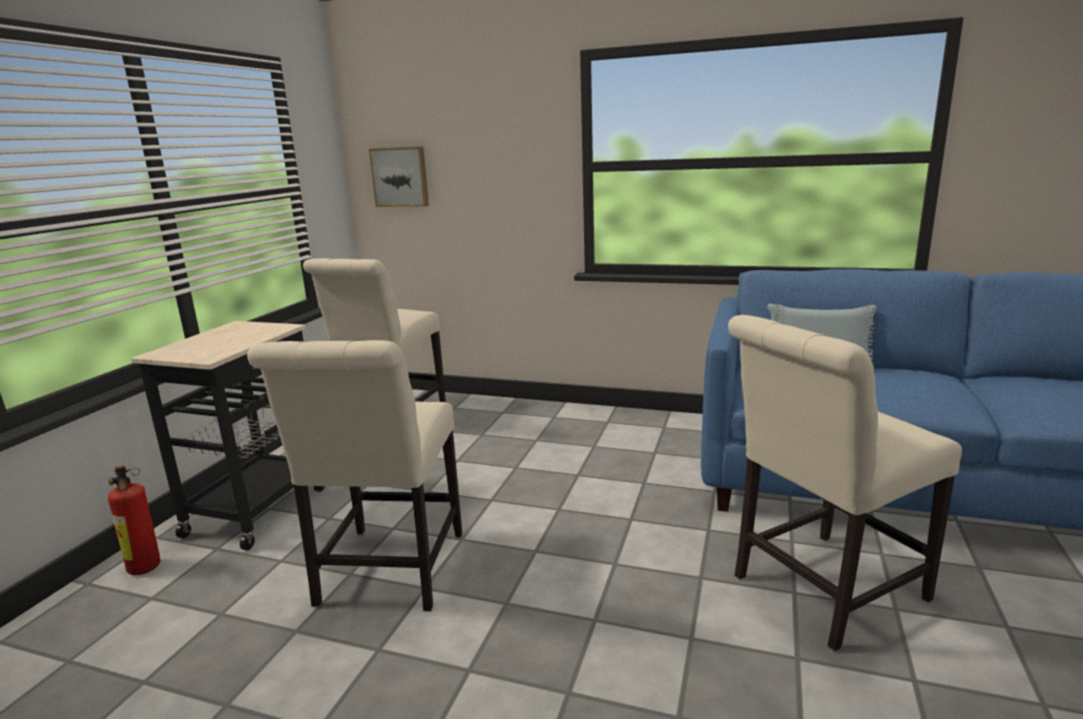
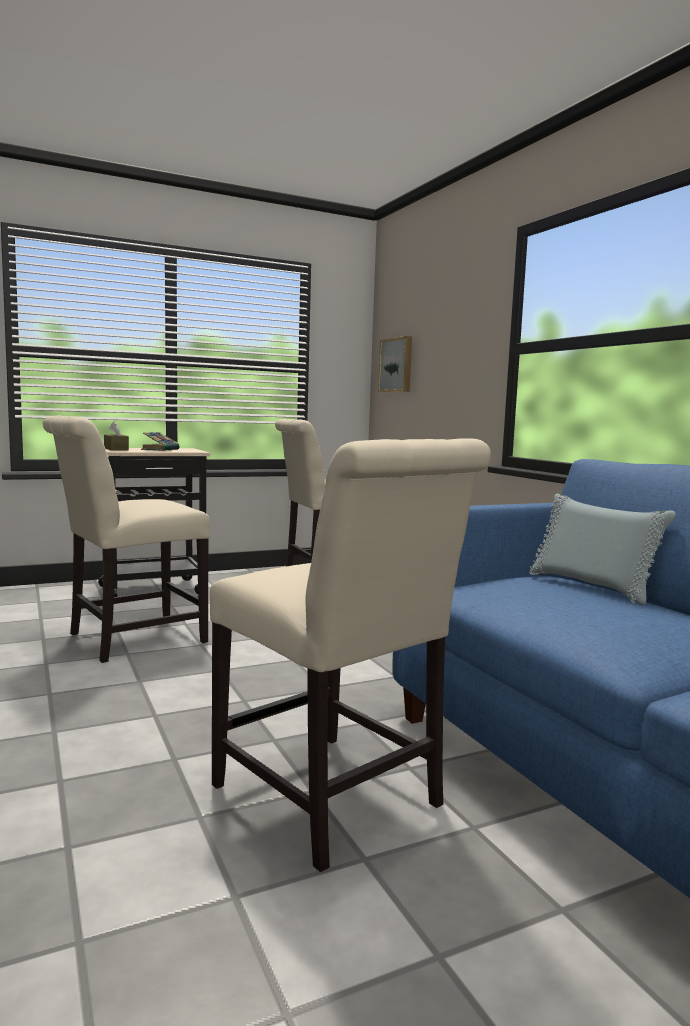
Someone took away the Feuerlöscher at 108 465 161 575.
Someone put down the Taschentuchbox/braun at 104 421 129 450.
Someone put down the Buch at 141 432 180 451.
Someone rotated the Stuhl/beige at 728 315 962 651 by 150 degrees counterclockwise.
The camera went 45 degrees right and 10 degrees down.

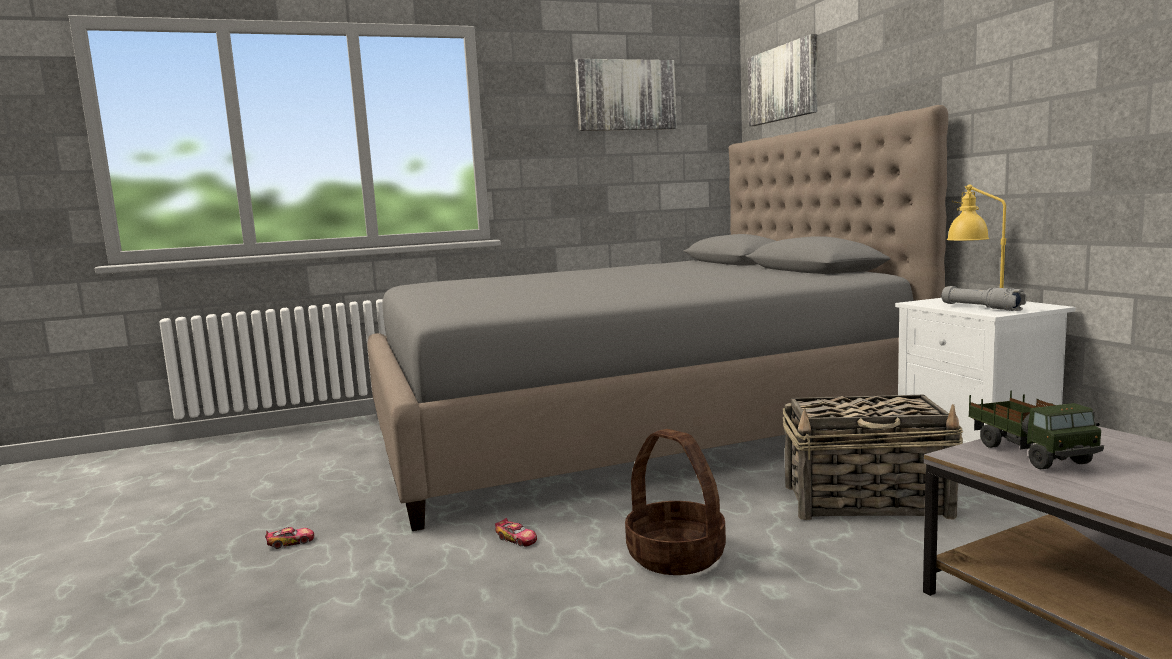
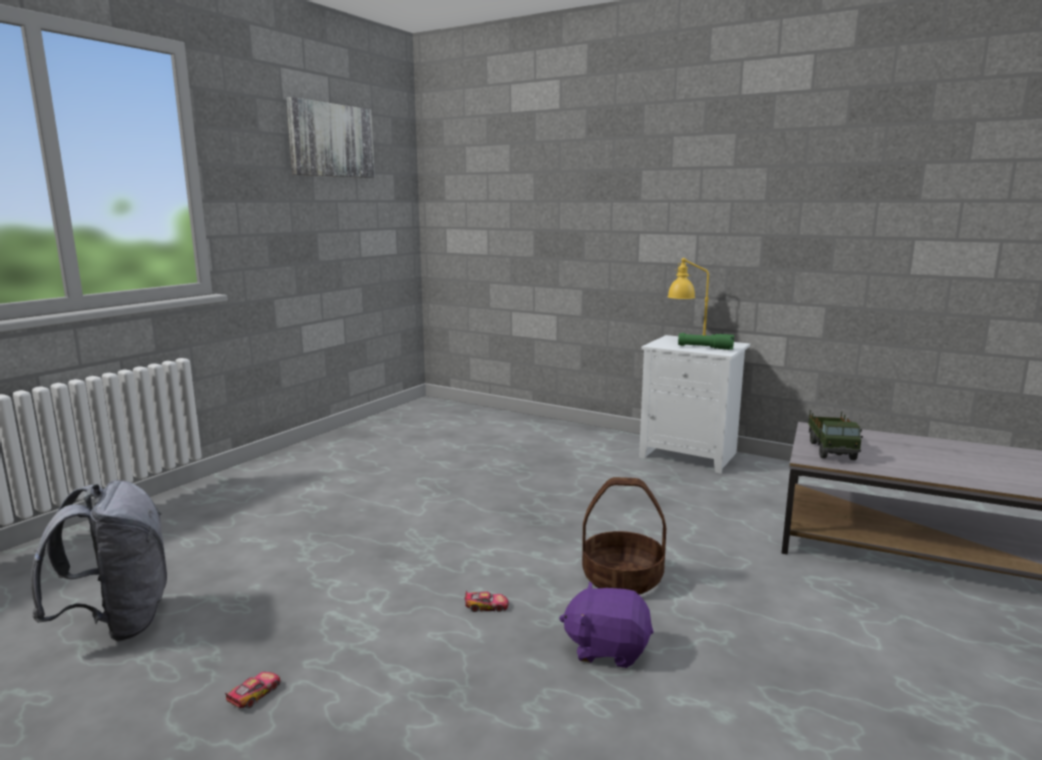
Someone took away the Bett/grau at 367 105 948 531.
Someone took away the Bild at 748 34 817 126.
Someone took away the Korb at 783 395 963 520.
Someone put down the Rucksack/grau at 31 480 167 642.
Someone put down the Plüschtier/lila at 559 581 654 668.
Someone repainted the Taschenlampe/grau at 942 286 1026 311, which became the Taschenlampe/grün at 678 333 734 350.
Someone rotated the Spielzeuglaster at 968 391 1104 469 by 60 degrees clockwise.
The camera went 40 degrees left and 5 degrees up.

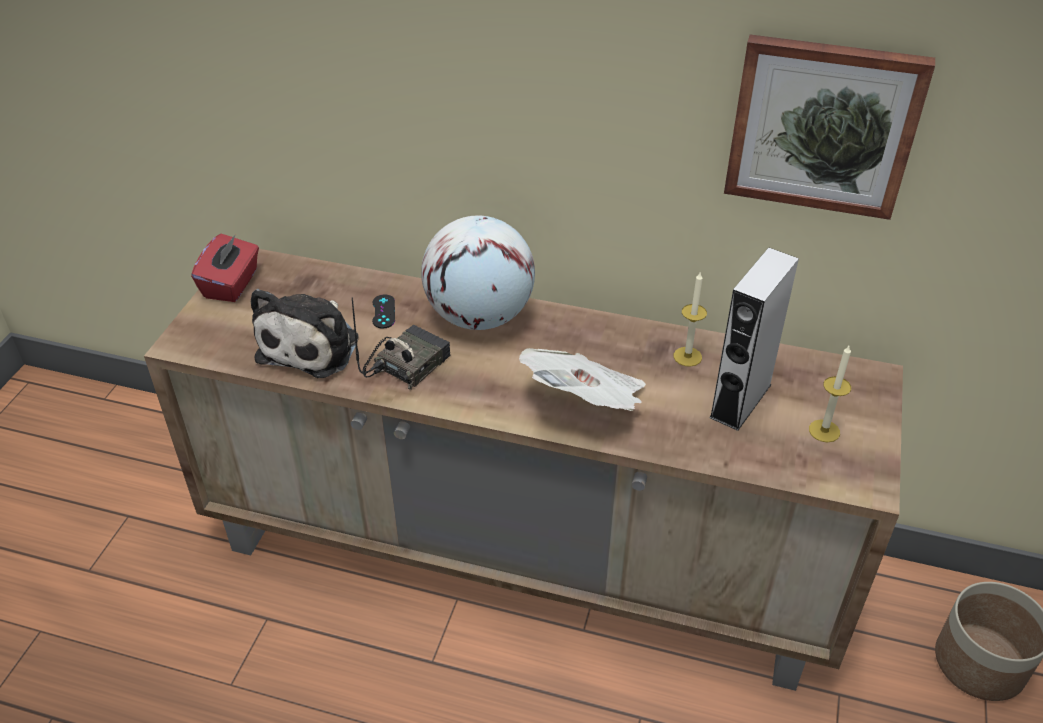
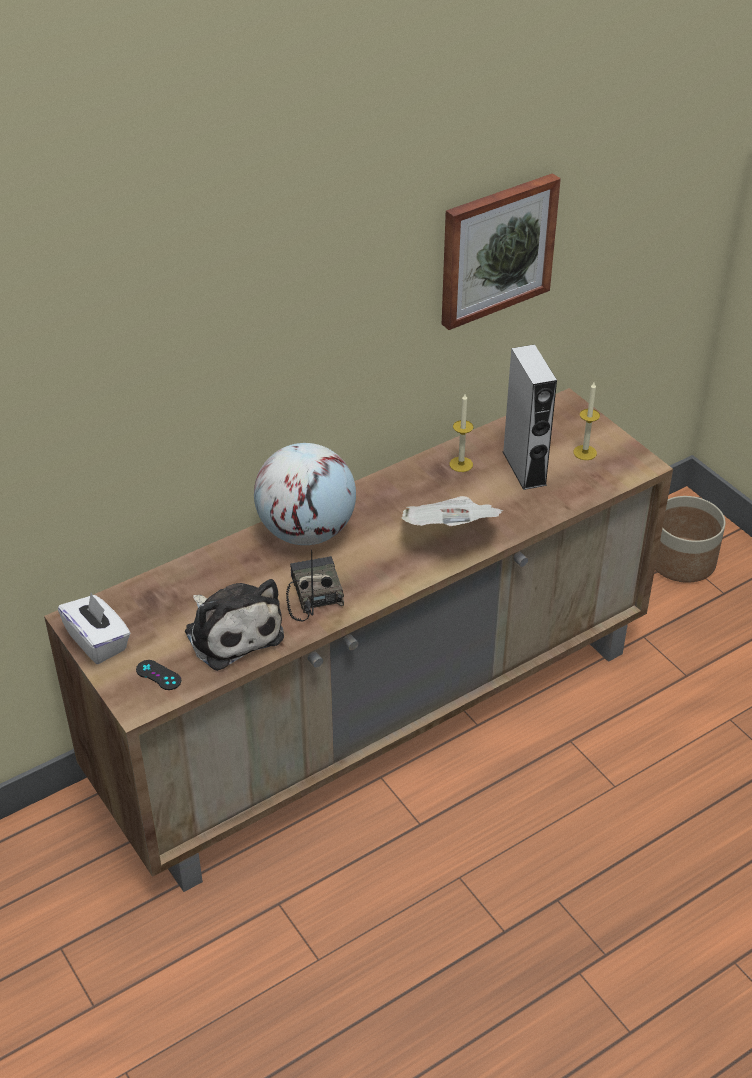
Someone carried the Gamepad/schwarz from 372 294 395 329 to 136 660 181 690.
Someone repainted the Taschentuchbox/rot at 191 234 259 302, which became the Taschentuchbox/weiß at 58 593 131 664.
The camera went 50 degrees left and 0 degrees up.

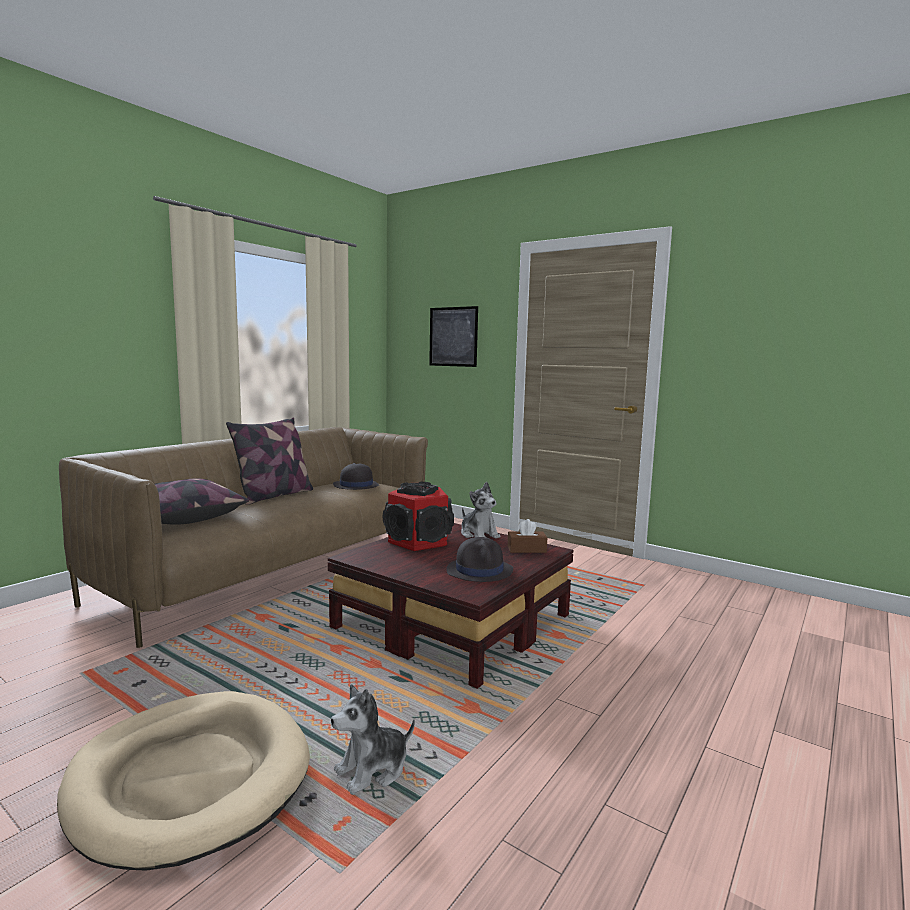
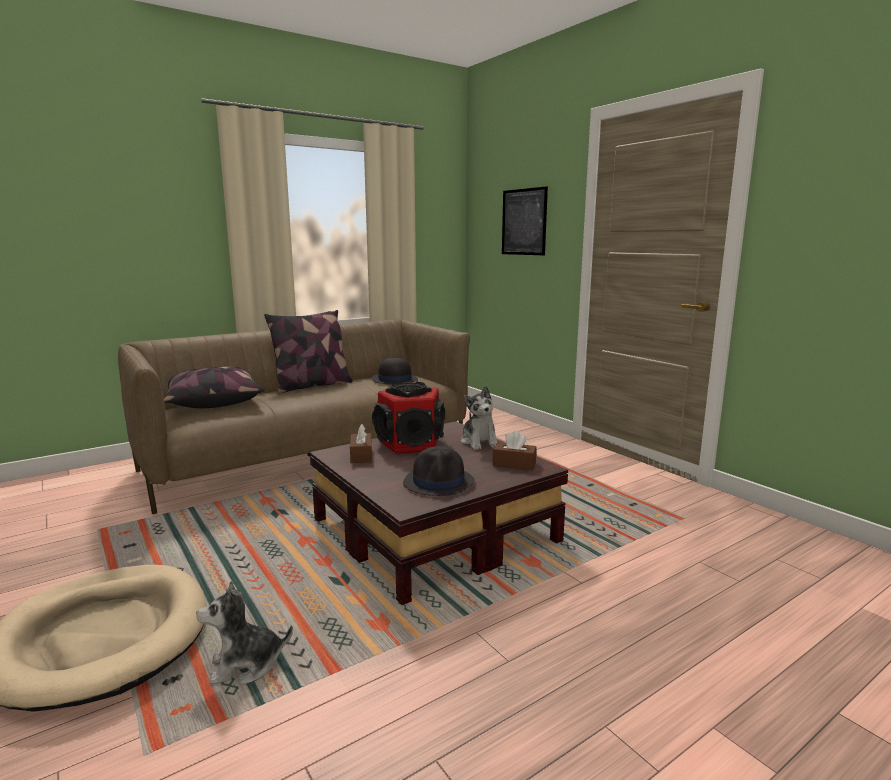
Someone put down the Taschentuchbox/braun at 350 424 372 463.
The camera went 20 degrees right and 5 degrees up.

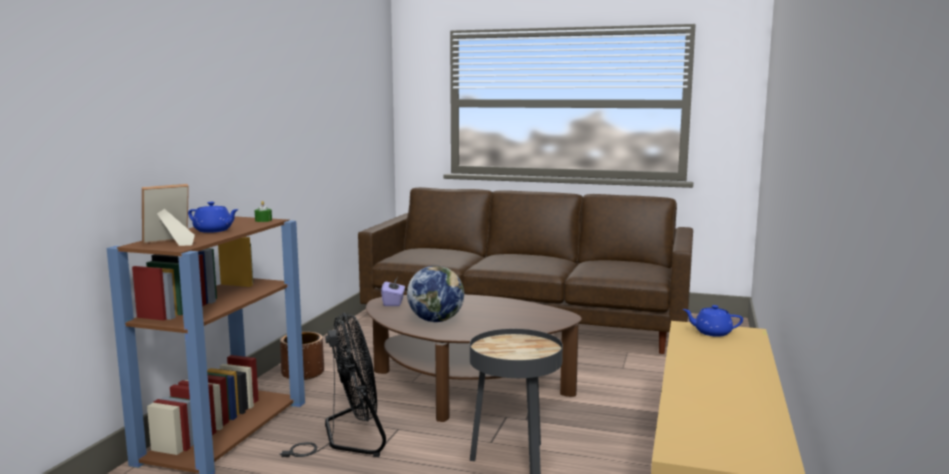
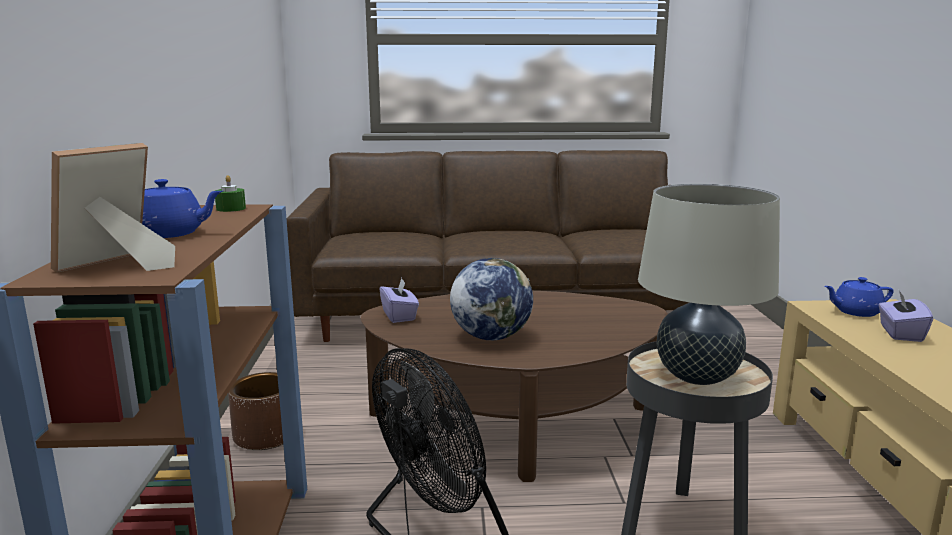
Someone put down the Tischlampe/beige at 638 184 780 385.
Someone put down the Taschentuchbox/lila at 879 291 933 342.
The camera went 20 degrees left and 5 degrees up.

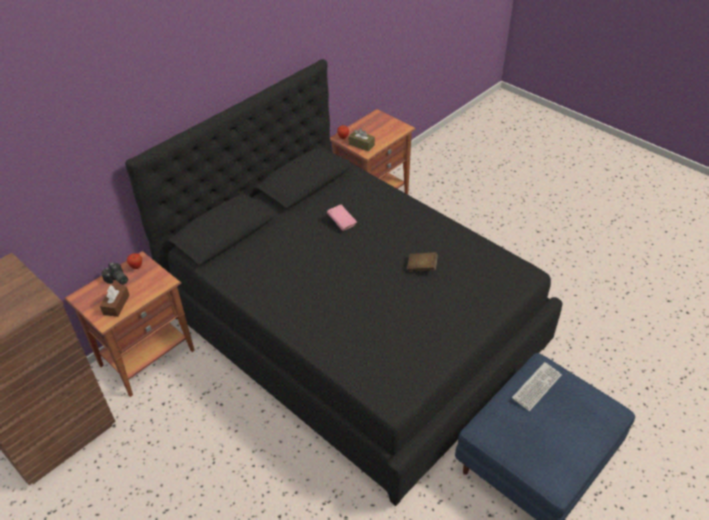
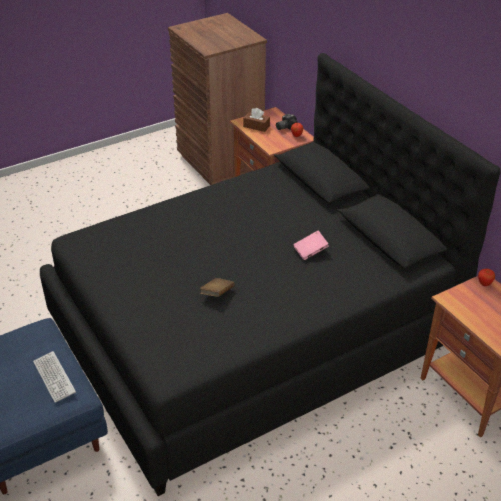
Someone took away the Taschentuchbox/braun at 349 128 375 151.
The camera went 105 degrees right and 5 degrees down.

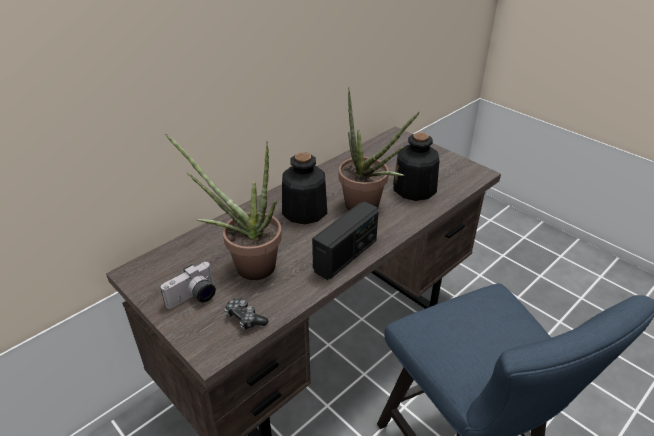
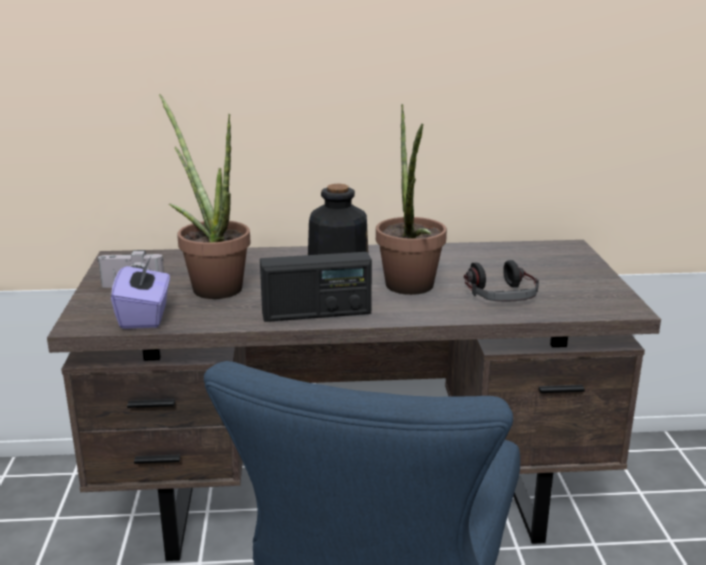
Someone swapped the Gamepad at 225 299 268 330 for the Taschentuchbox/lila at 111 257 170 329.
Someone swapped the Flasche at 393 132 440 201 for the Kopfhörer at 464 260 539 302.
The camera went 40 degrees right and 15 degrees down.

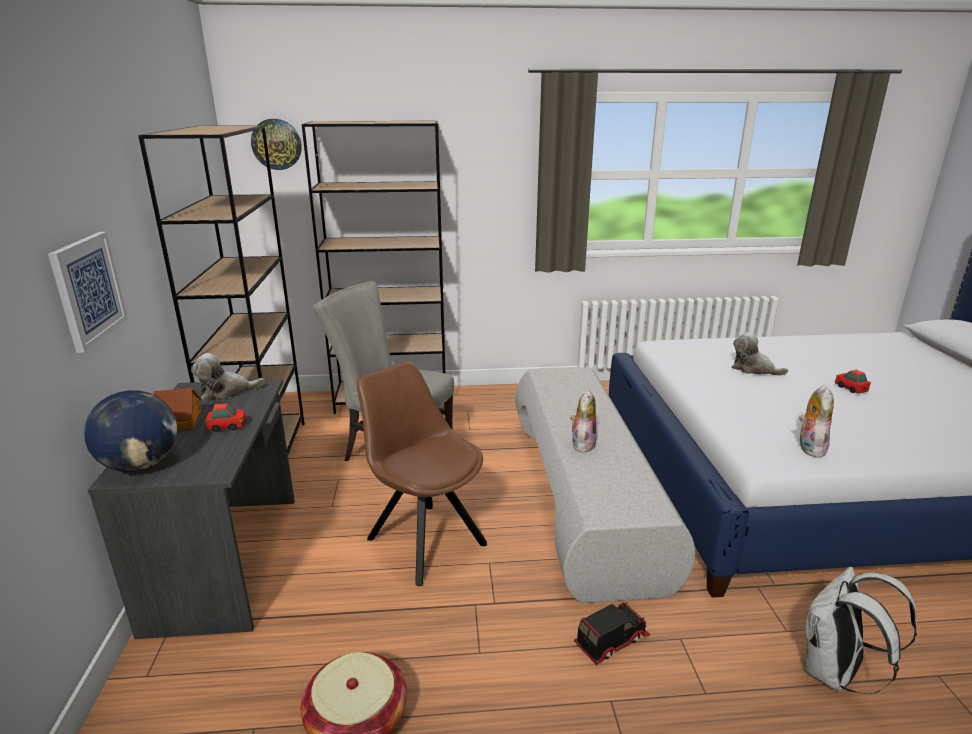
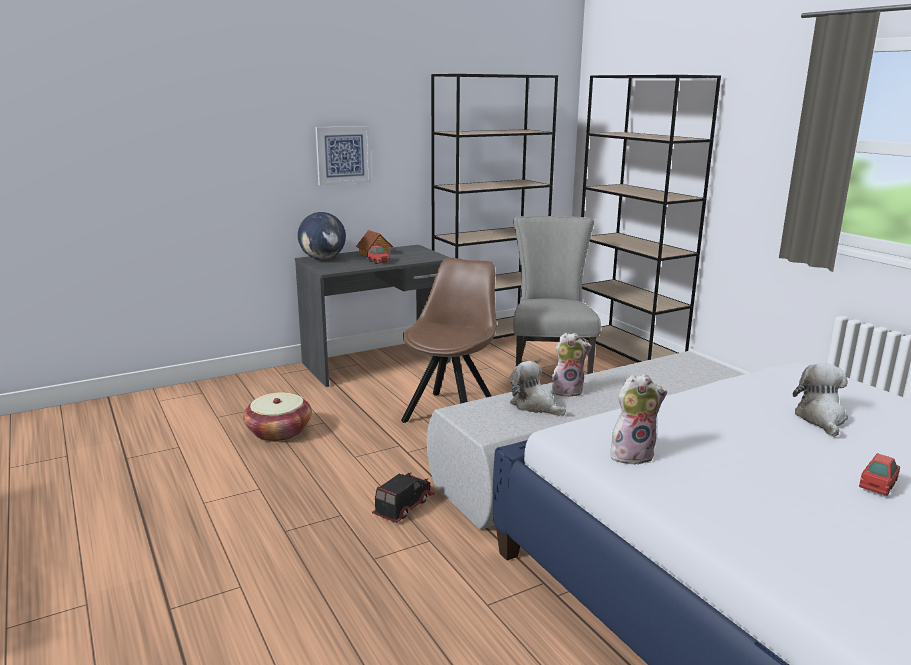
Someone took away the Wanduhr at 251 119 302 170.
Someone took away the Rucksack/weiß at 805 567 917 694.
Someone carried the Plüschtier from 191 353 265 401 to 510 361 566 416.
Someone rotated the Spielzeuglaster at 574 602 650 665 by 90 degrees counterclockwise.
The camera went 65 degrees right and 5 degrees down.

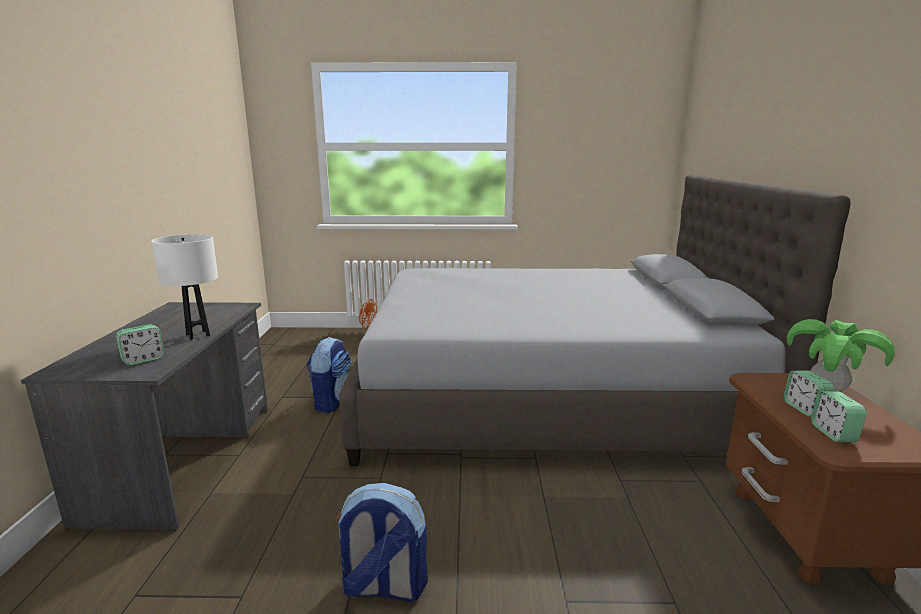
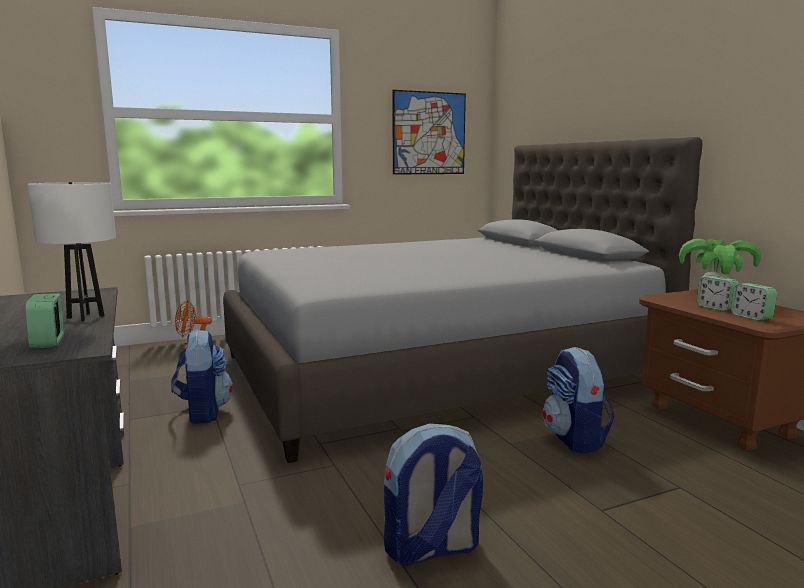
Someone put up the Bild at 392 90 466 175.
Someone put down the Rucksack at 543 347 615 454.
Someone rotated the Wecker at 116 324 165 365 by 135 degrees clockwise.
The camera went 25 degrees left and 5 degrees down.

